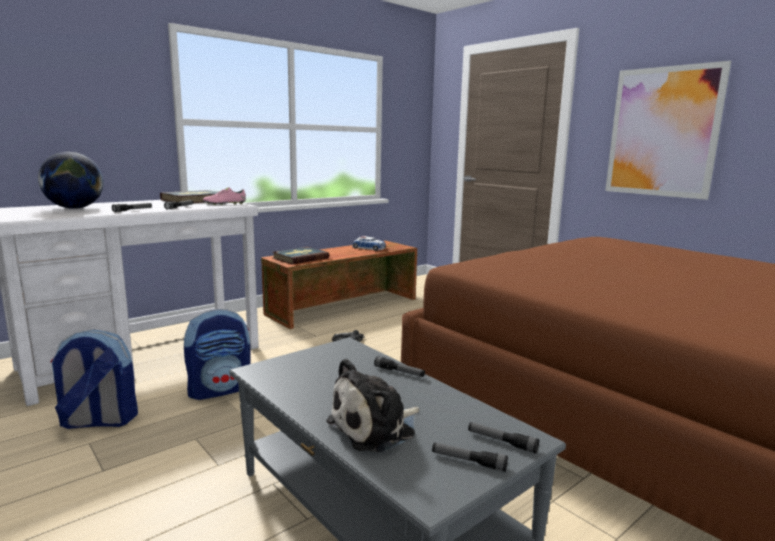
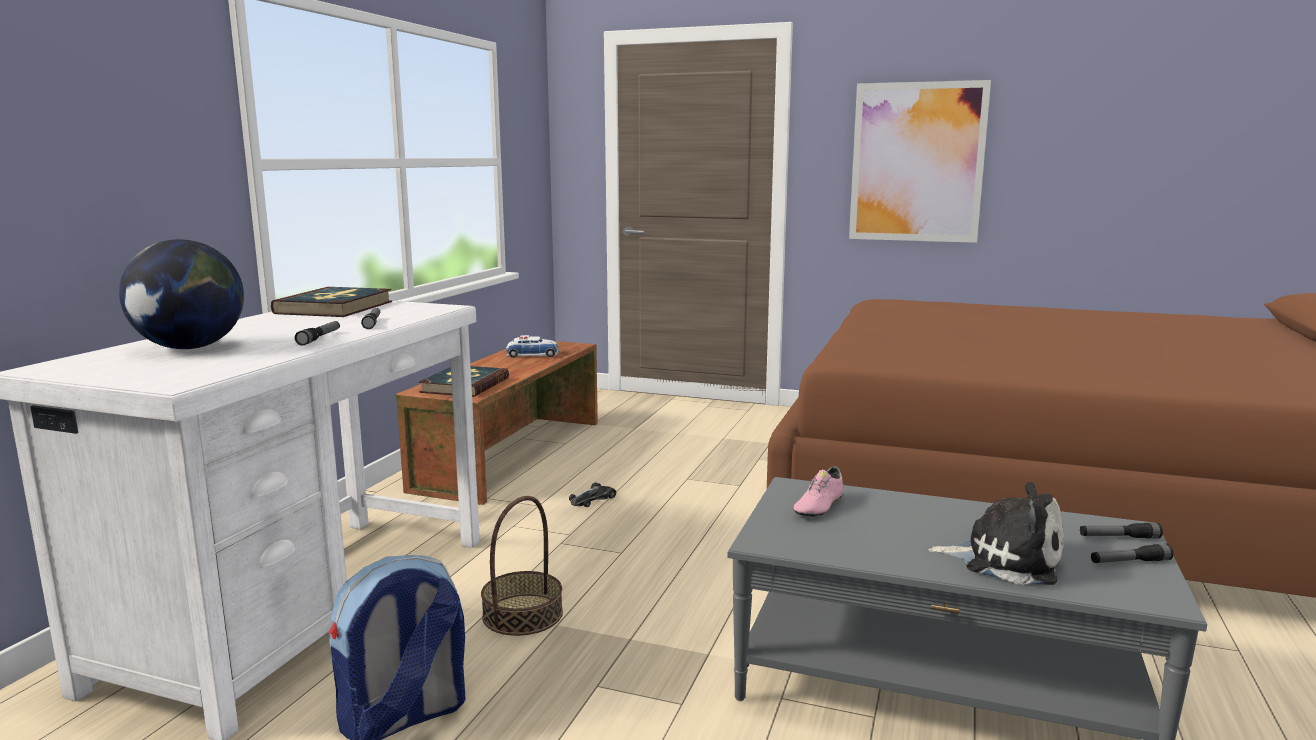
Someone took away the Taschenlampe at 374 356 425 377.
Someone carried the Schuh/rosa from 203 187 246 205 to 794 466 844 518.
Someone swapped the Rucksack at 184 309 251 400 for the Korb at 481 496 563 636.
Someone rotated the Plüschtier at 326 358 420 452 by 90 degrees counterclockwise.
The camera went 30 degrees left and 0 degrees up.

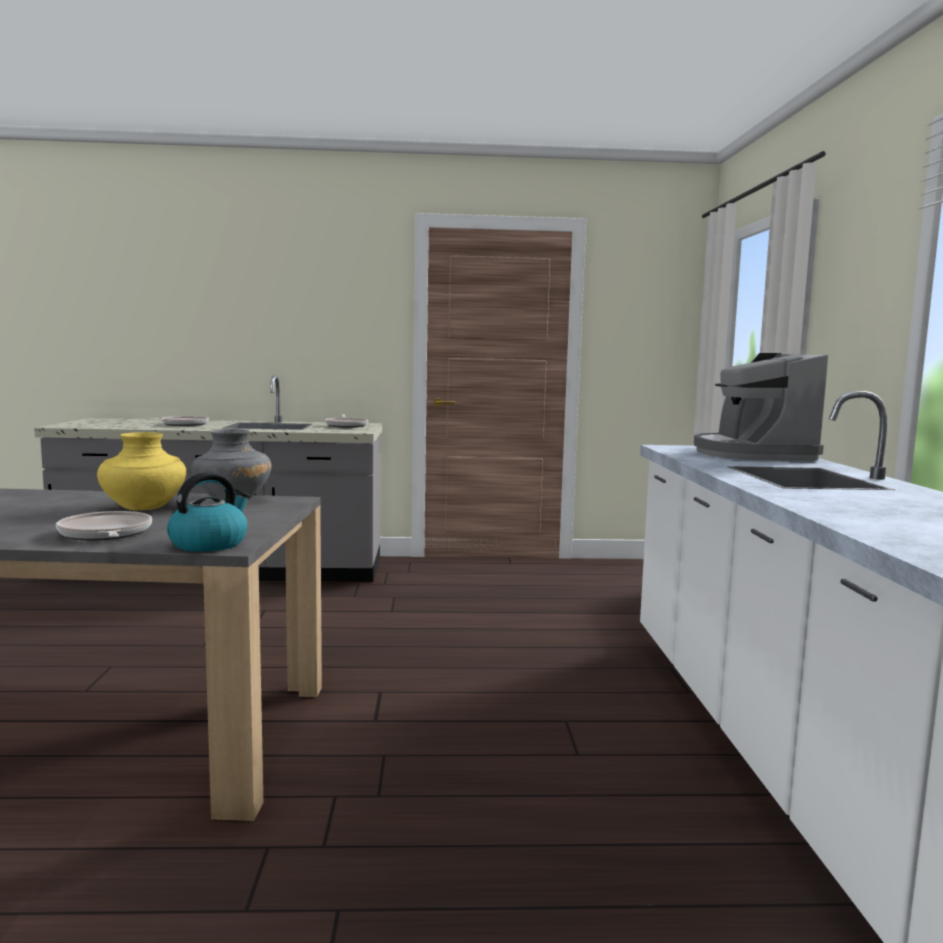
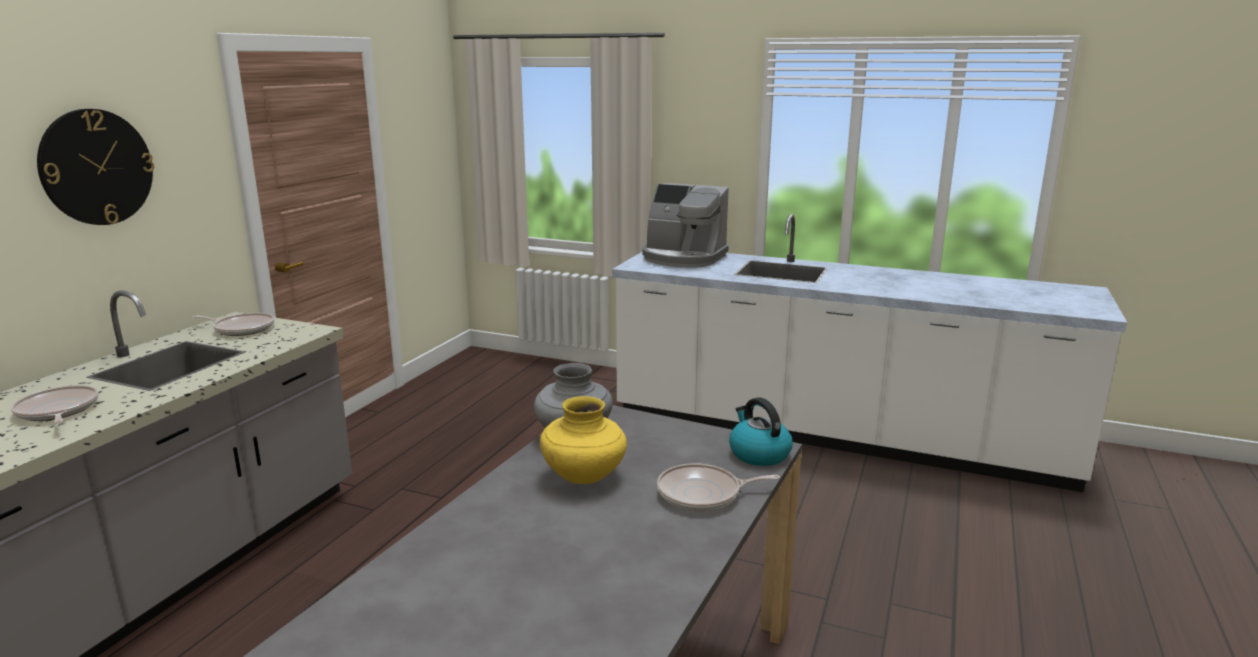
Someone put up the Wanduhr at 37 109 154 225.
The camera went 65 degrees left and 10 degrees up.

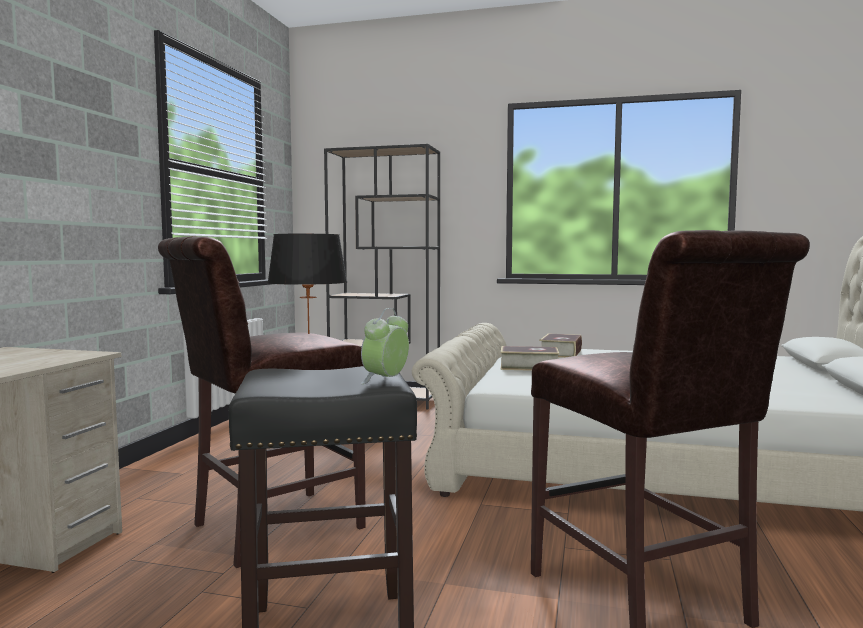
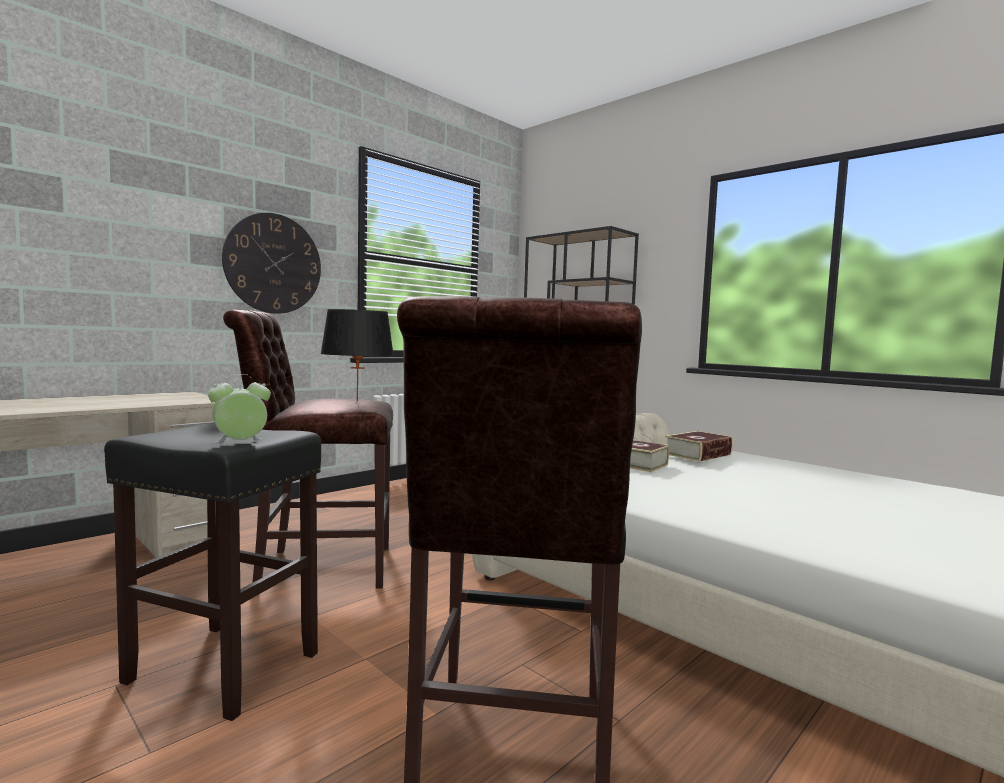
Someone put up the Wanduhr at 222 213 321 314.
The camera went 30 degrees right and 0 degrees up.

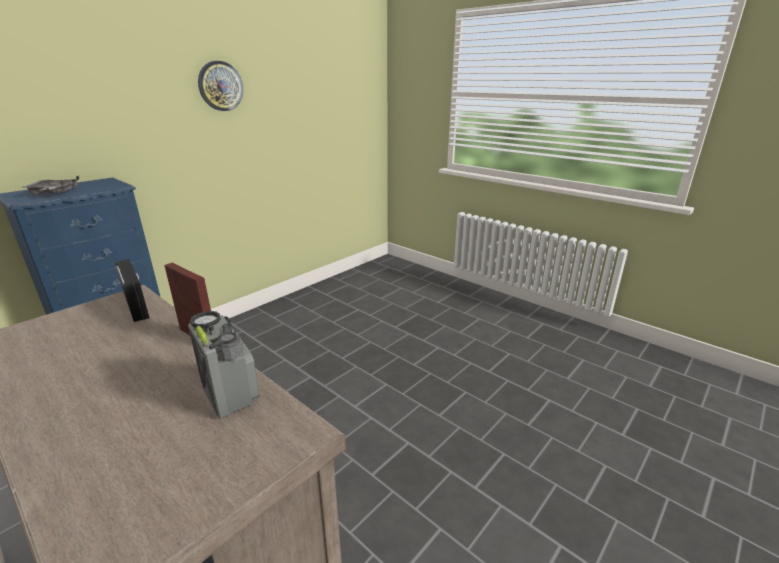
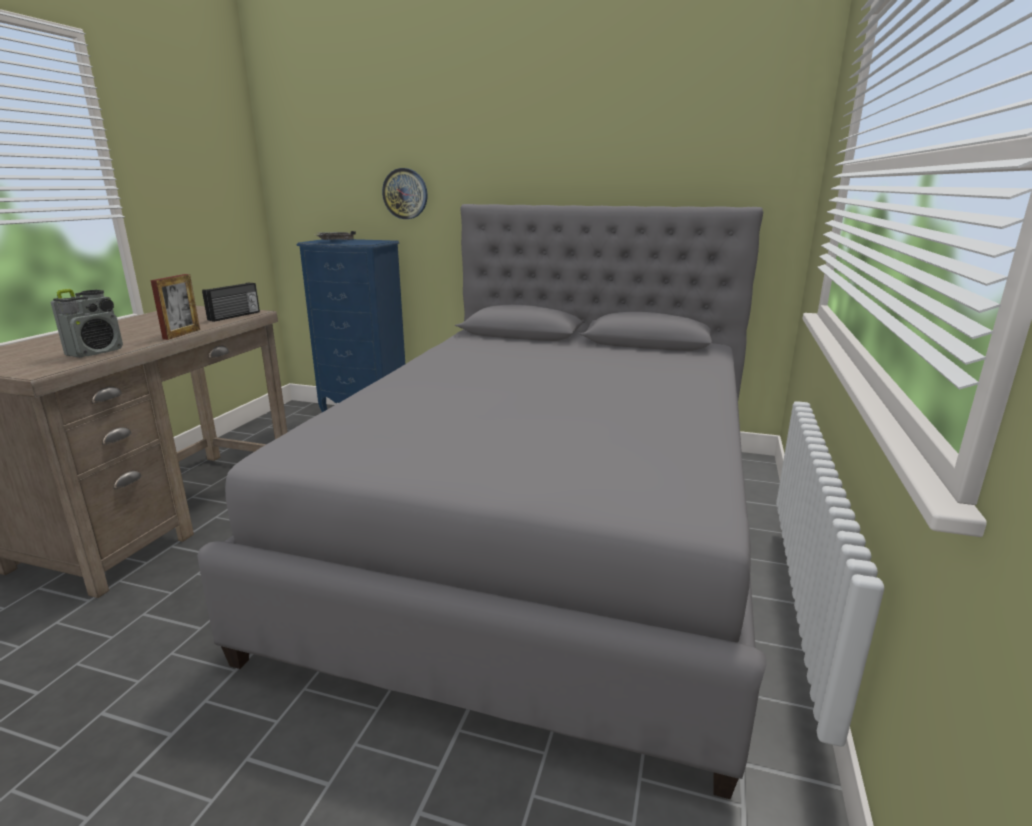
Someone put down the Bett/grau at 197 204 766 799.
Someone carried the Wanduhr from 198 61 243 111 to 382 168 428 219.
The camera went 65 degrees right and 5 degrees down.

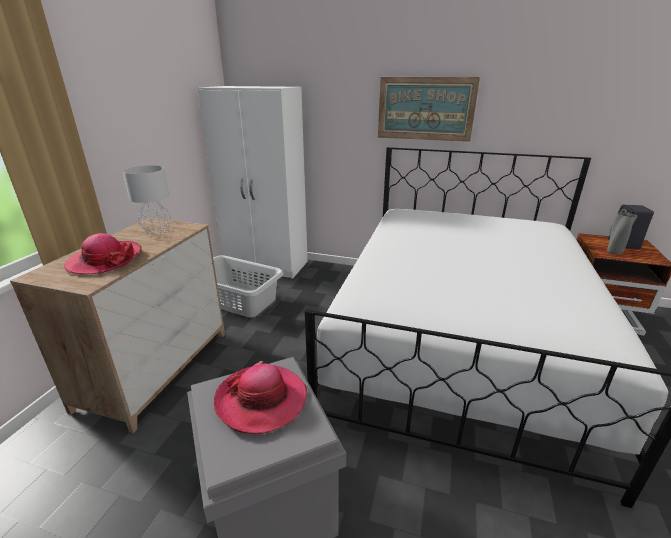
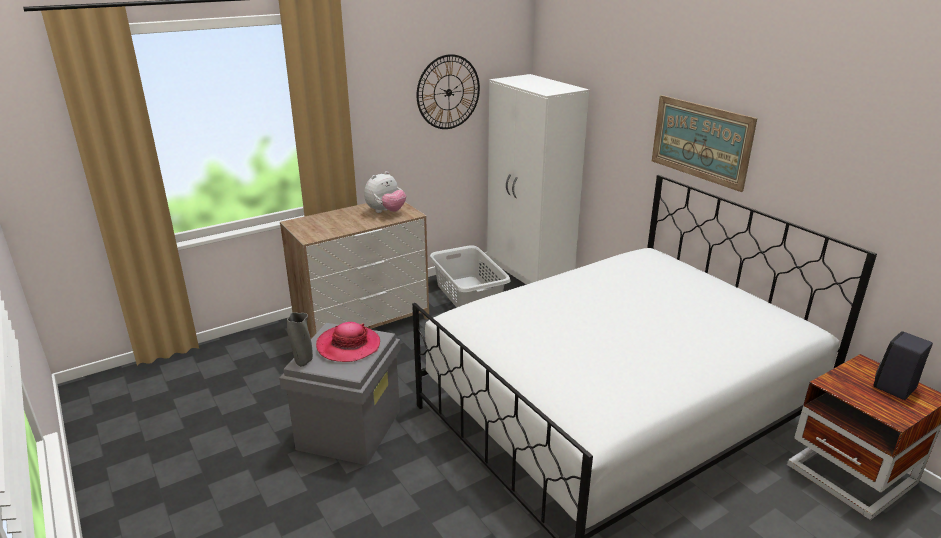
Someone took away the Hut at 64 233 142 274.
Someone put up the Wanduhr at 417 54 480 129.
Someone carried the Vase/grau from 607 212 638 255 to 287 312 313 366.
Someone swapped the Tischlampe/grau at 122 165 171 236 for the Plüschtier at 364 171 406 213.
The camera went 40 degrees right and 0 degrees up.

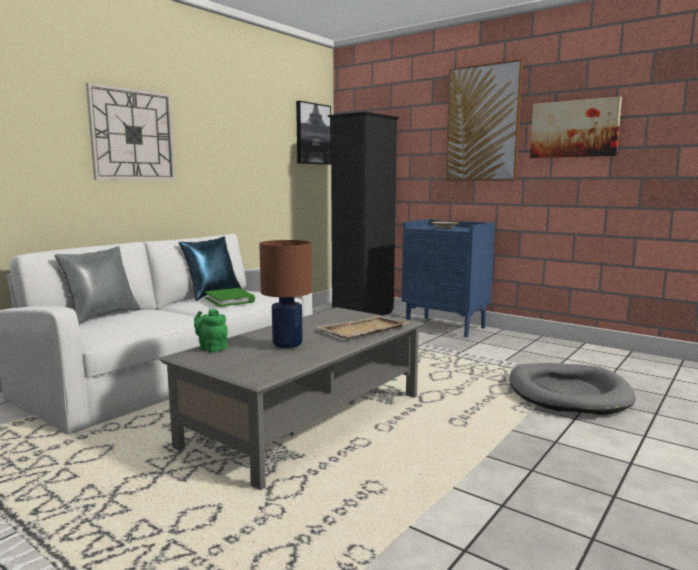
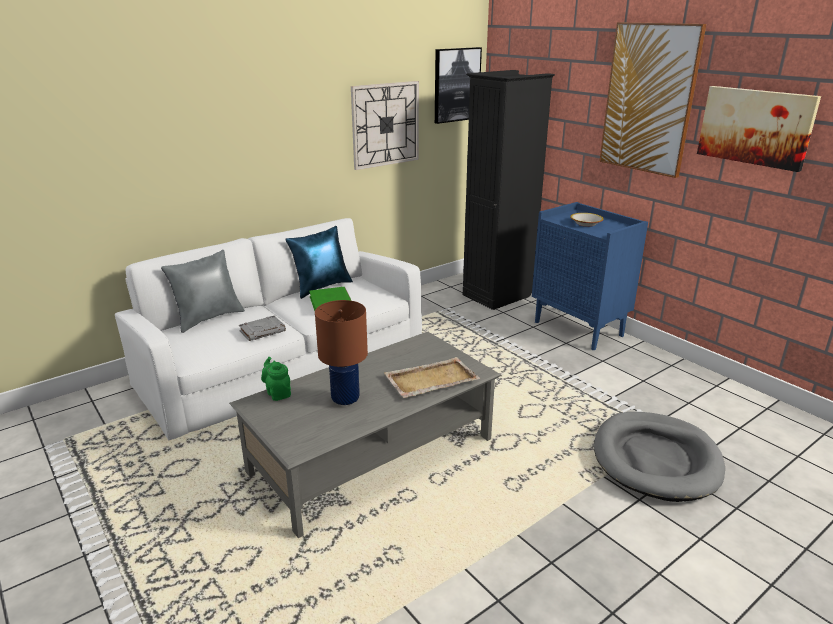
Someone put down the Buch/grau at 239 316 286 341.
Someone carried the Wanduhr from 86 83 175 180 to 351 81 419 170.
The camera went 15 degrees right and 15 degrees up.

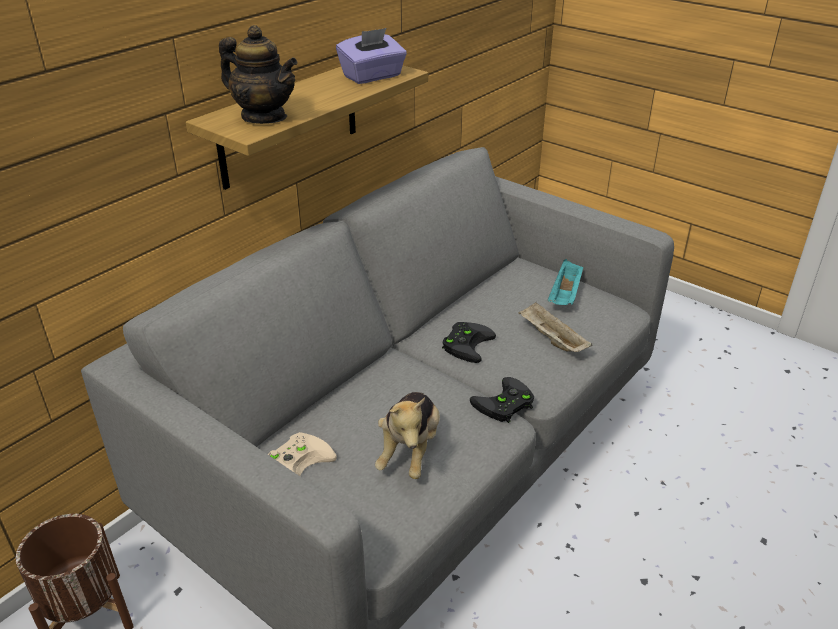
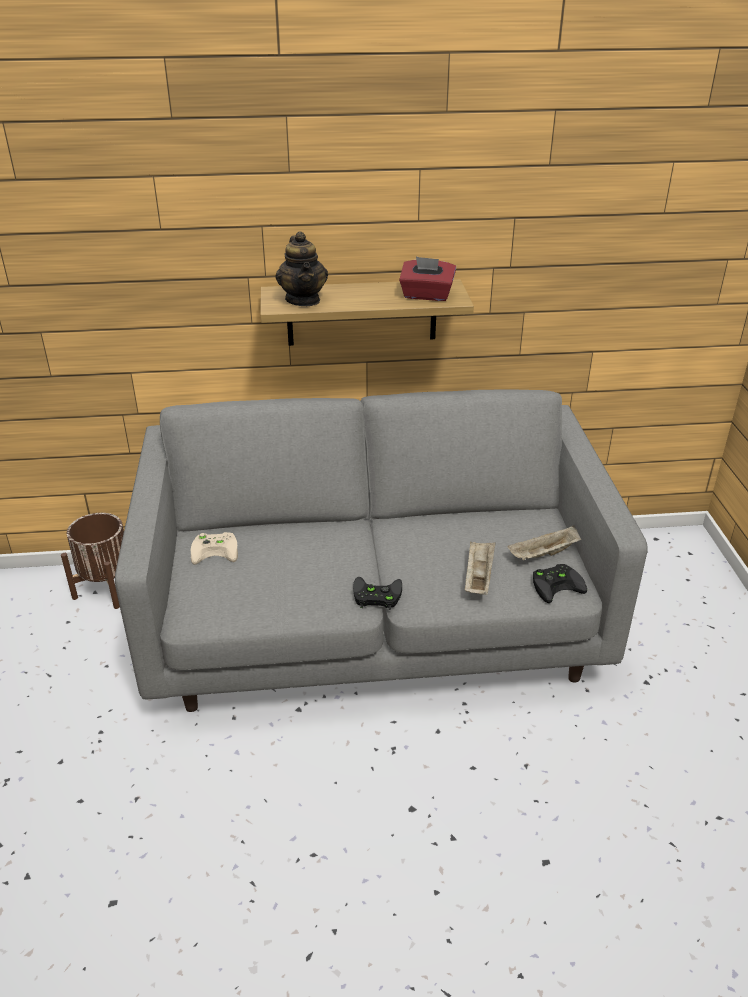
Someone took away the Plüschtier at 375 392 440 479.
Someone carried the Gamepad/schwarz from 442 322 496 363 to 533 564 587 603.
Someone repainted the Taschentuchbox/lila at 336 28 407 84, which became the Taschentuchbox/rot at 399 257 456 301.
Someone repainted the Tablett/türkis at 548 259 583 305, which became the Tablett/beige at 507 525 581 560.
The camera went 45 degrees right and 0 degrees up.

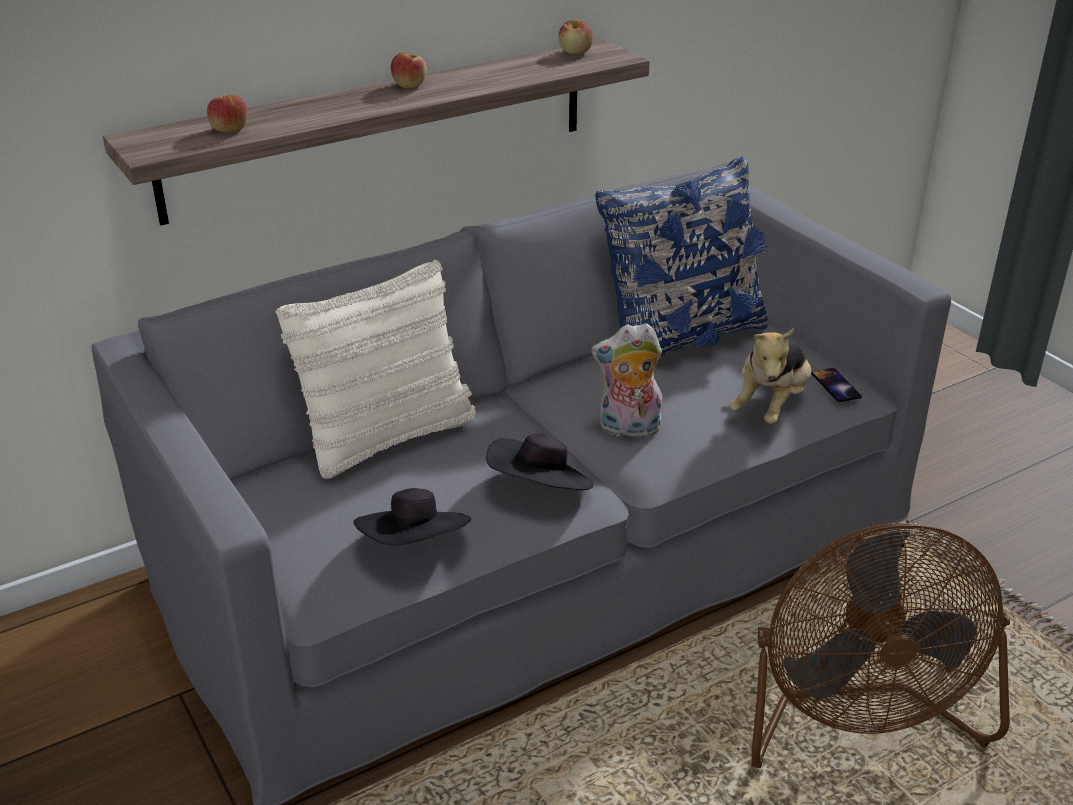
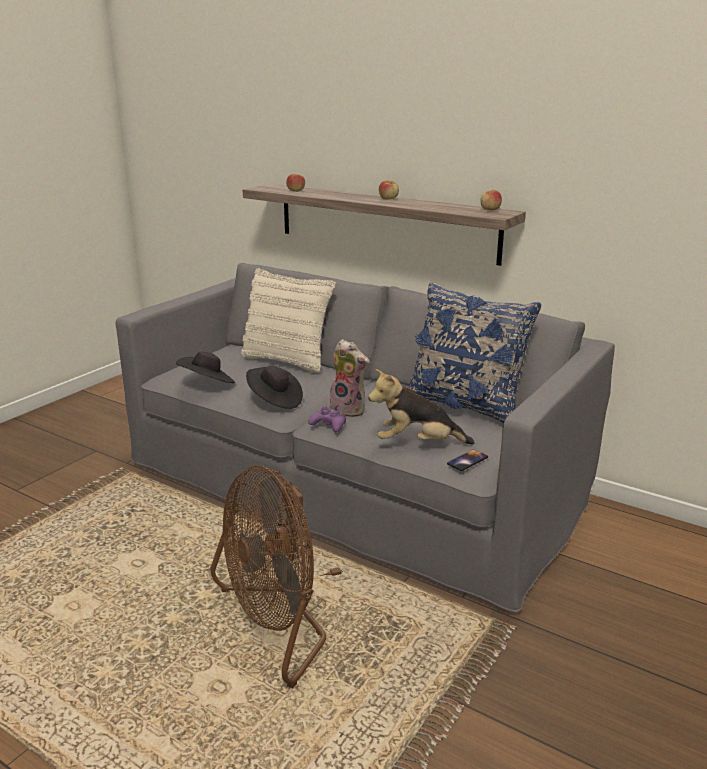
Someone put down the Gamepad/lila at 308 406 346 432.
Someone rotated the Plüschtier at 591 323 662 441 by 150 degrees clockwise.
The camera went 65 degrees right and 10 degrees down.

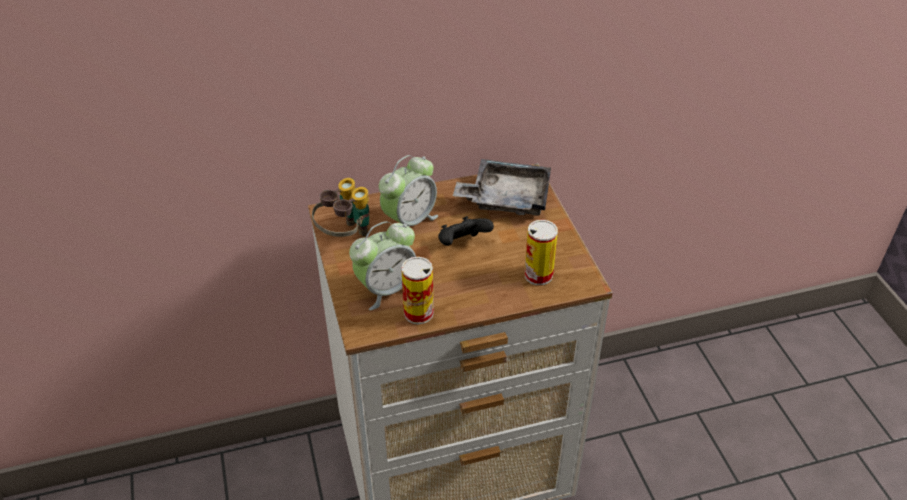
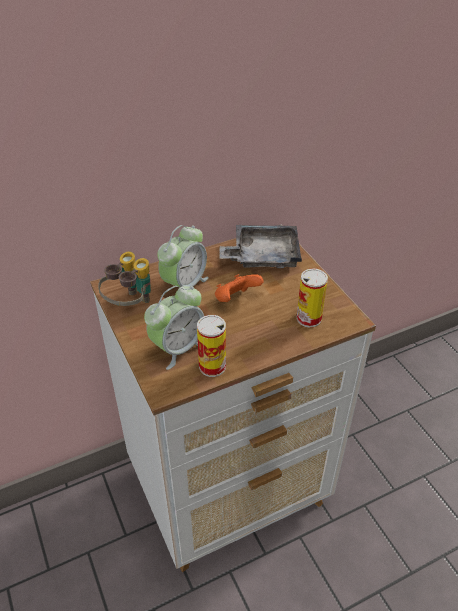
Someone repainted the Gamepad/schwarz at 438 216 494 246, which became the Gamepad/orange at 215 274 263 302.
The camera went 10 degrees left and 0 degrees up.

